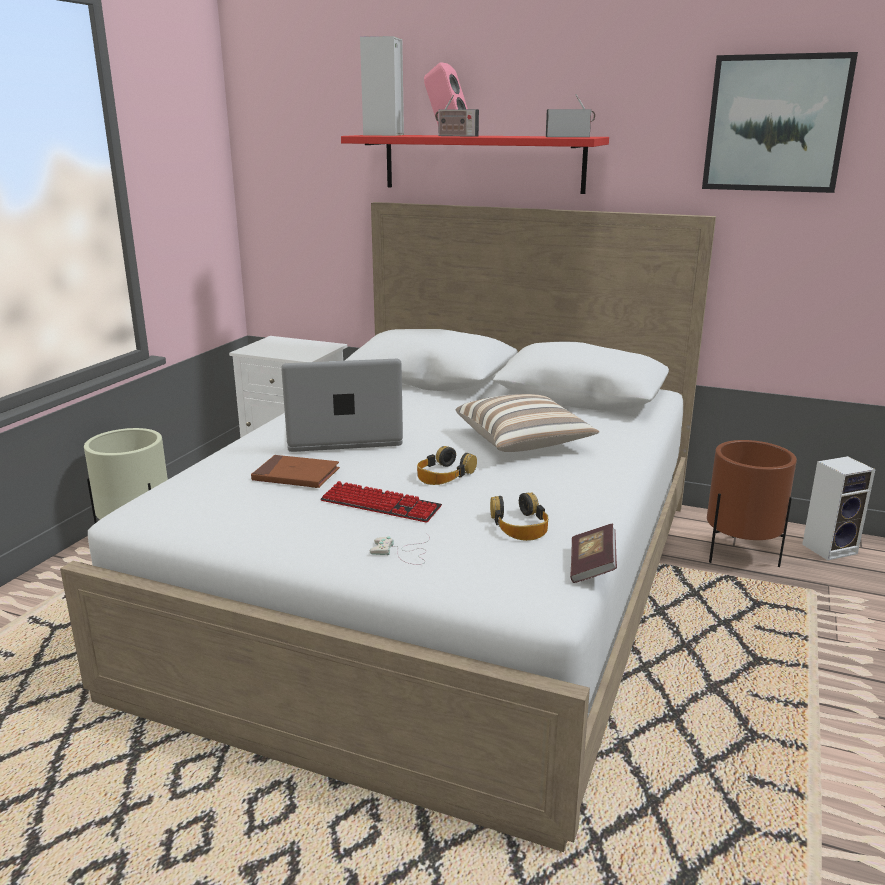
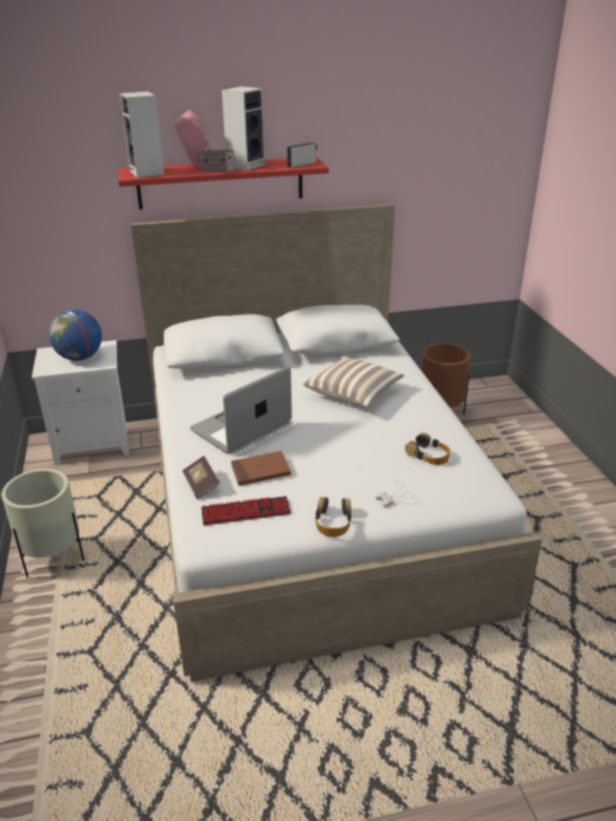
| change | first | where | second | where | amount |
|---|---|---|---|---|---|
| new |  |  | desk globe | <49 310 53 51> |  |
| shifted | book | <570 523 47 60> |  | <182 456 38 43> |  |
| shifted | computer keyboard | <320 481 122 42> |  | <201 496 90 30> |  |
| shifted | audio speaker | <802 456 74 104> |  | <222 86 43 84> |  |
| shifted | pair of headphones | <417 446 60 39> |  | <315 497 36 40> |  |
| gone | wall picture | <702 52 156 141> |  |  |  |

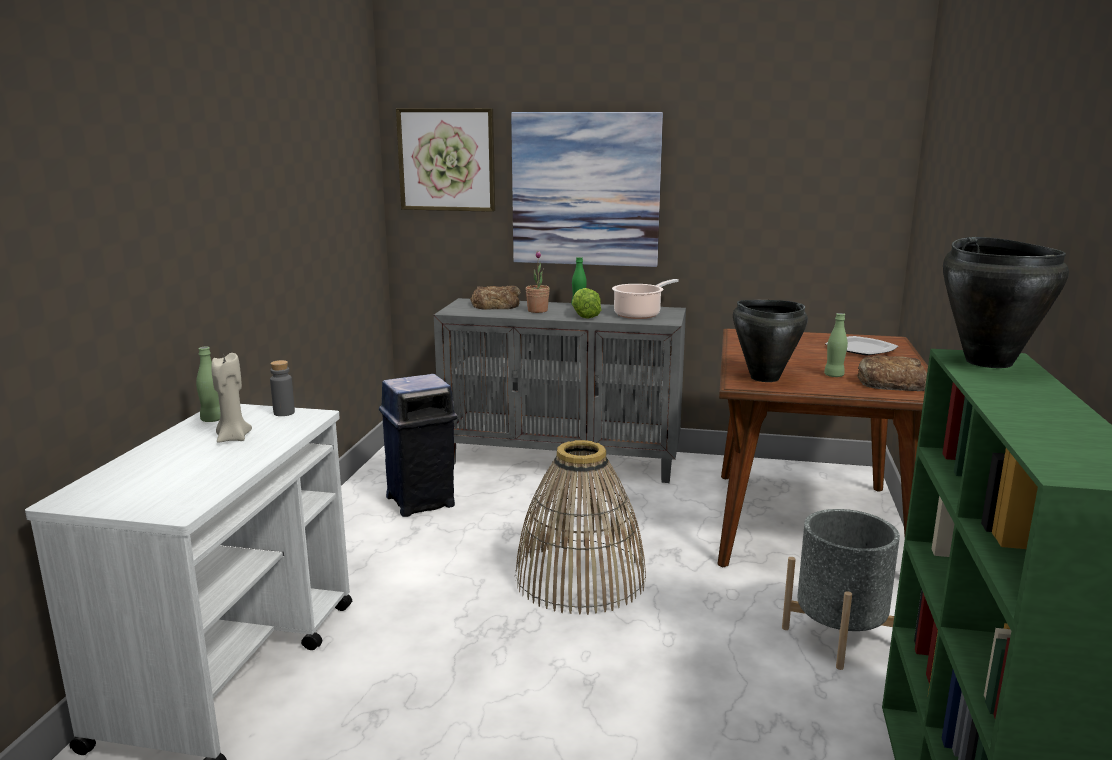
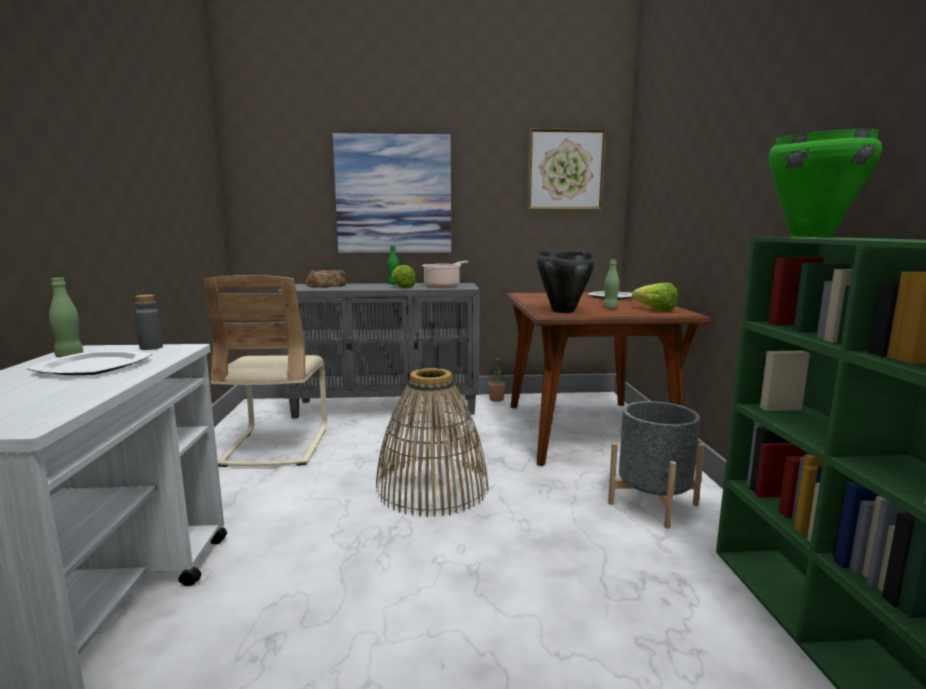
| change | first | where | second | where | amount |
|---|---|---|---|---|---|
| swapped | sand-coloured candle | <211 353 41 90> | flat dish | <26 350 127 25> |  |
| swapped | blue rubbish bin | <379 374 79 143> | sand-coloured chair | <204 275 123 192> |  |
| shifted | houseplant | <526 251 24 62> |  | <488 358 18 44> |  |
| shifted | wall picture | <396 108 99 104> |  | <527 128 79 82> |  |
| swapped | bread | <857 355 70 36> | lettuce | <632 283 46 29> |  |
| repainted | black-coloured cooking pot | <943 237 126 131> | green-coloured cooking pot | <769 129 113 108> |  |

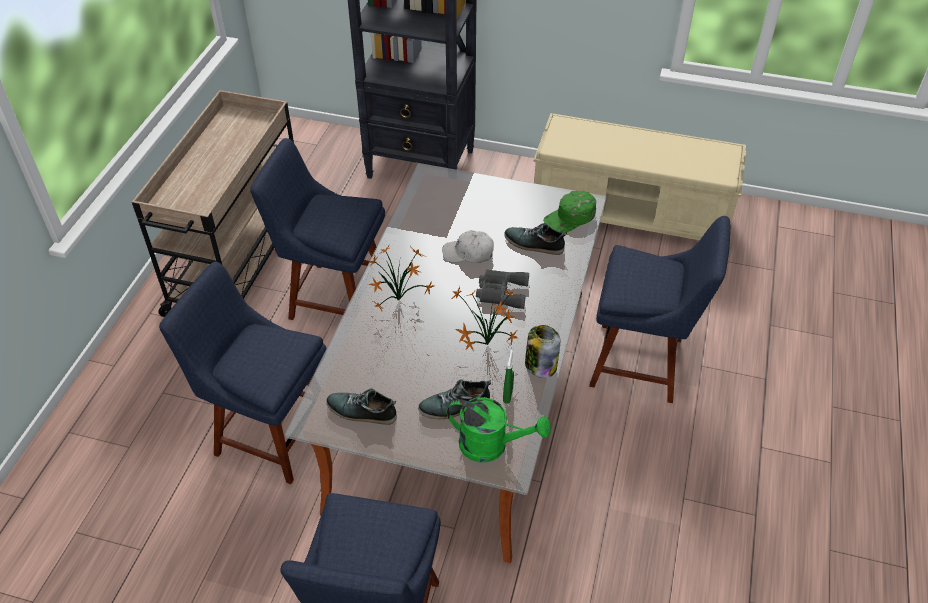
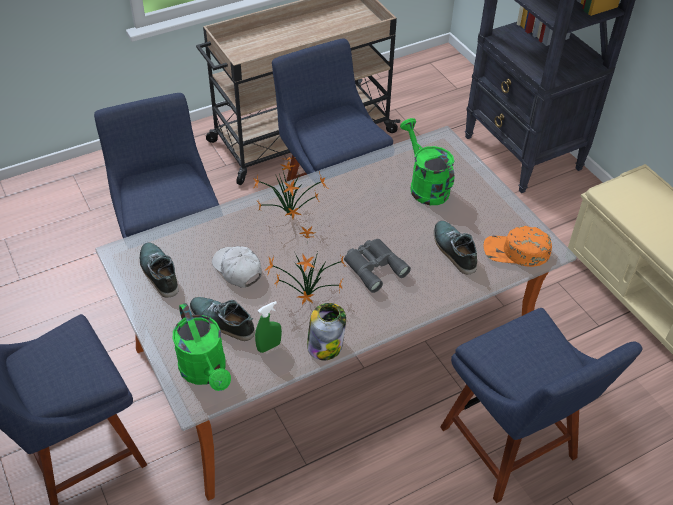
| change | first | where | second | where | amount |
|---|---|---|---|---|---|
| shifted | whitish peaked cap | <442 230 52 33> |  | <212 246 50 42> |  |
| new |  |  | green-coloured sprinkling can | <400 118 54 87> |  |
| repainted | green-coloured peaked cap | <543 191 53 42> | orange peaked cap | <484 226 68 41> |  |

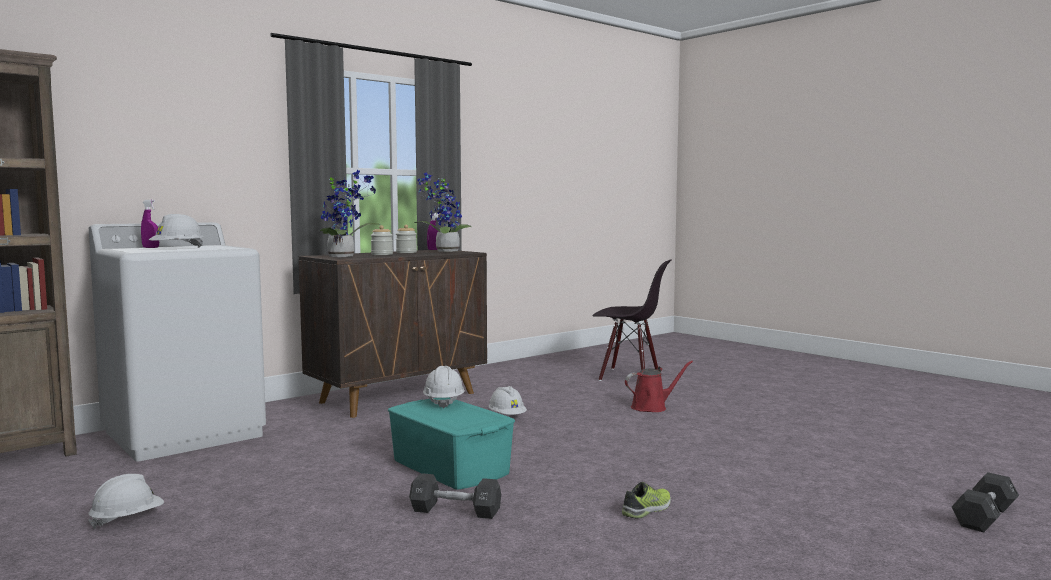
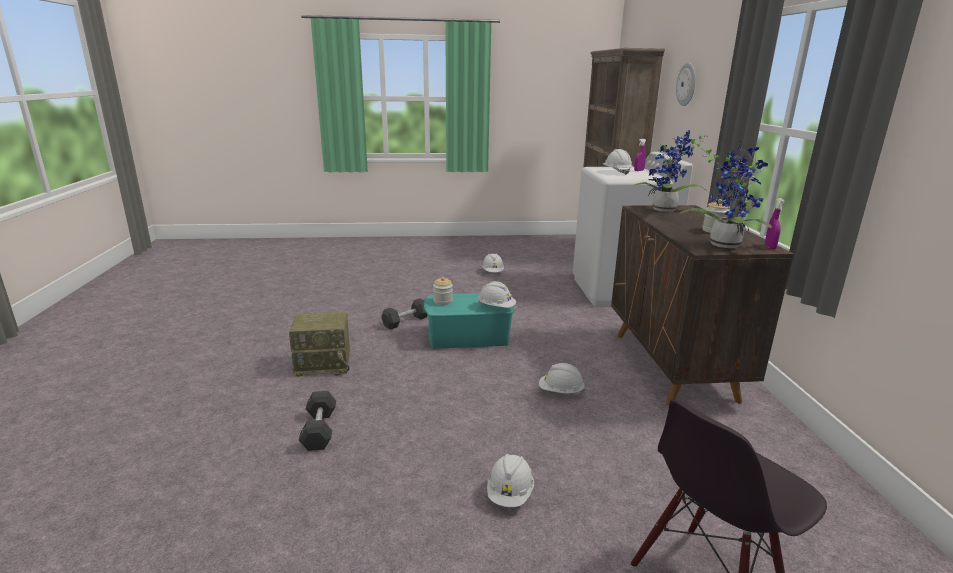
| change | first | where | second | where | amount |
|---|---|---|---|---|---|
| swapped | low shoe | <622 482 49 37> | radio | <289 312 61 65> |  |
| shifted | black-coloured free weight | <952 472 67 60> |  | <299 391 37 60> |  |
| shifted | preserve jar | <371 225 22 30> |  | <433 277 20 28> |  |
| swapped | red-coloured sprinkling can | <625 361 68 51> | whitish hard hat | <487 454 47 53> |  |
| new |  |  | clock on the wall | <676 63 20 43> |  |

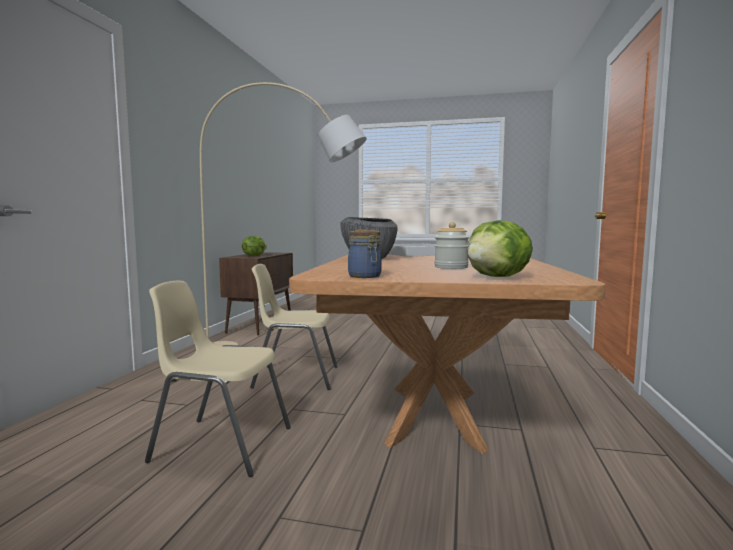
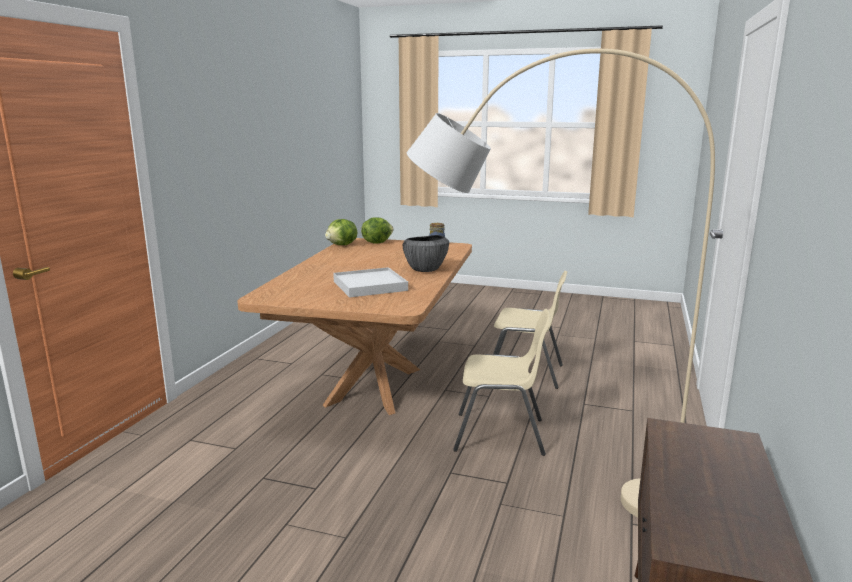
| change | first | where | second | where | amount |
|---|---|---|---|---|---|
| shifted | lettuce | <242 236 25 20> |  | <325 219 32 26> |  |
| gone | preserve jar | <434 222 35 47> |  |  |  |

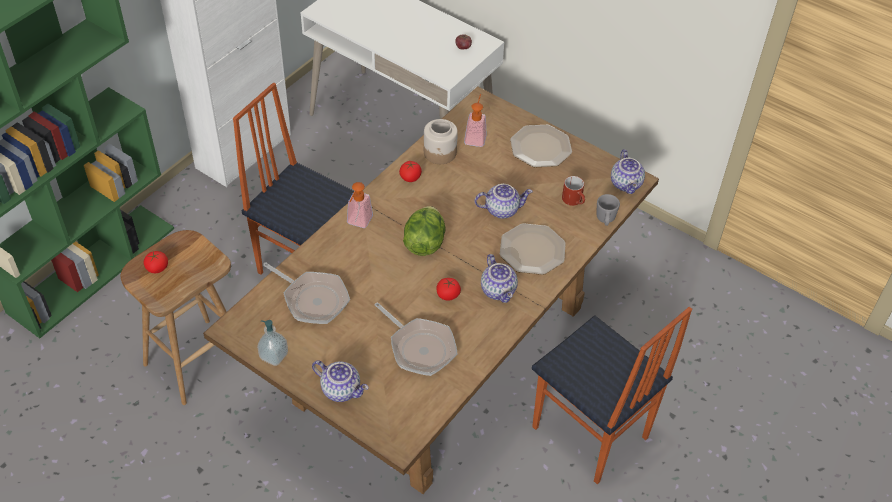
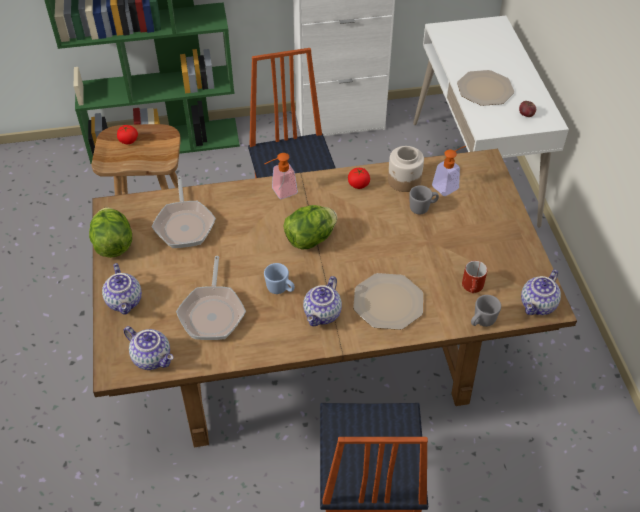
| change | first | where | second | where | amount |
|---|---|---|---|---|---|
| swapped | soap dispenser | <257 320 31 46> | lettuce | <89 207 43 51> |  |
| shifted | tea pot | <475 184 58 35> |  | <124 326 49 44> |  |
| swapped | fresh tomato | <436 278 25 23> | blue tea mug | <264 263 31 31> |  |
| new |  |  | gray tea mug | <409 185 30 29> |  |
| shifted | flat dish | <510 125 62 42> |  | <457 70 57 36> |  |

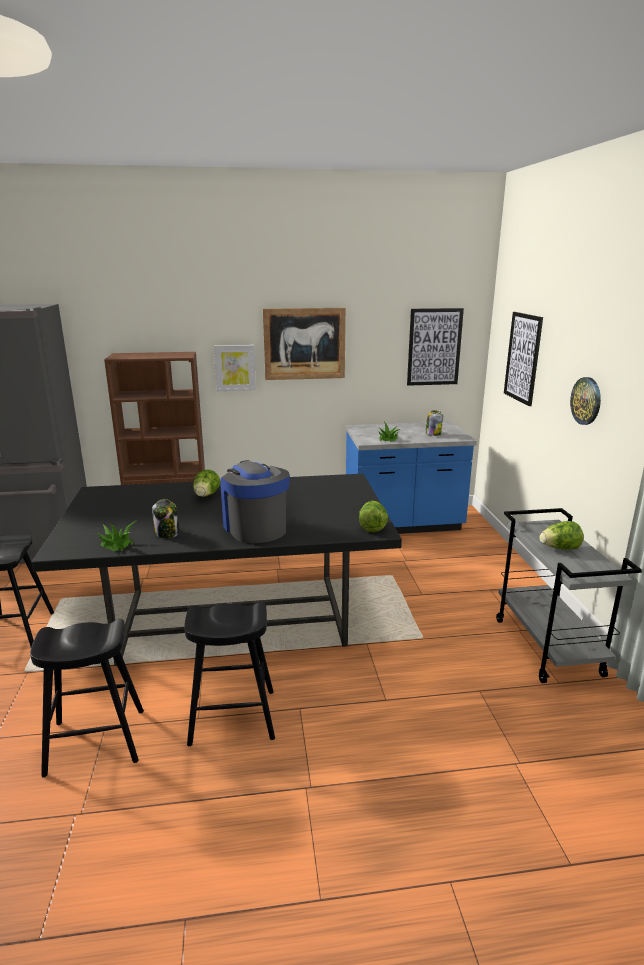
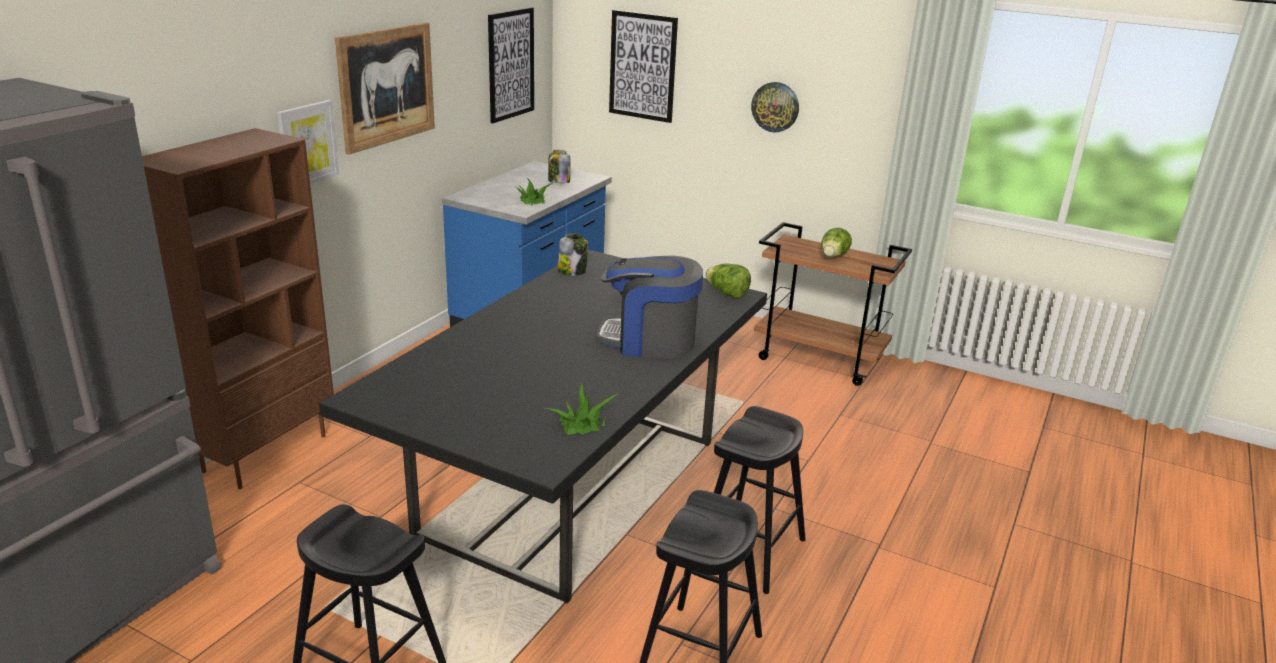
| change | first | where | second | where | amount |
|---|---|---|---|---|---|
| shifted | preserve jar | <152 499 28 39> |  | <557 233 31 43> |  |
| repainted | gray trolley | <496 508 146 175> | brown trolley | <754 222 158 164> |  |
| gone | lettuce | <193 469 27 28> |  |  |  |

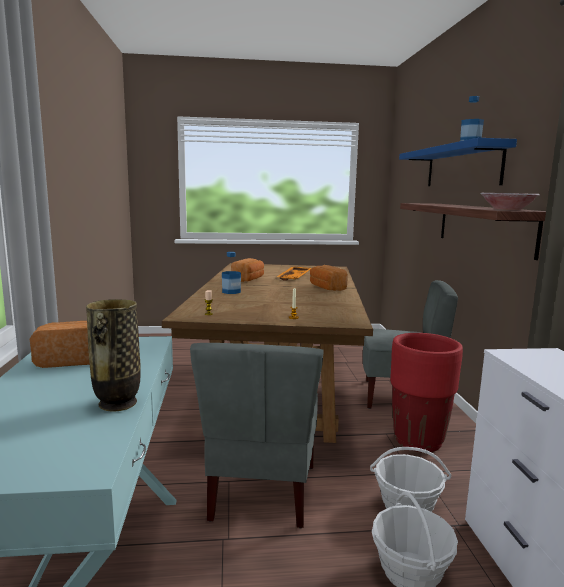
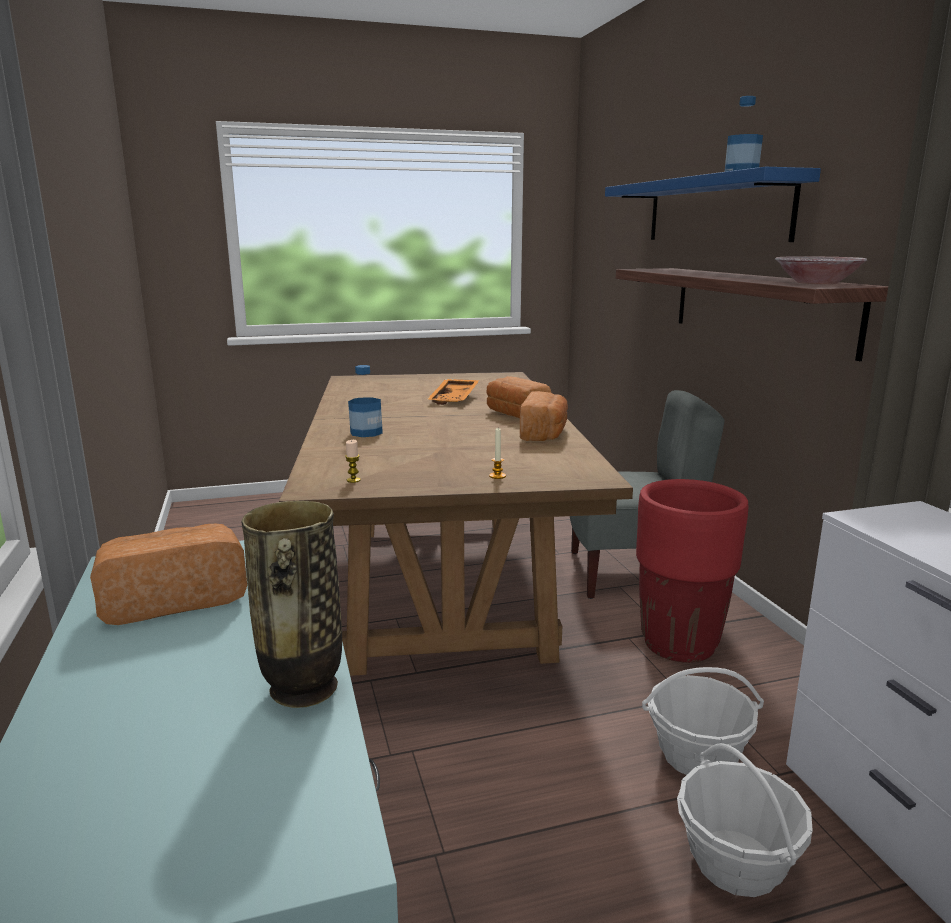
| change | first | where | second | where | amount |
|---|---|---|---|---|---|
| shifted | bread | <231 258 33 24> |  | <520 391 48 50> |  |
| gone | gray chair | <190 343 134 185> |  |  |  |

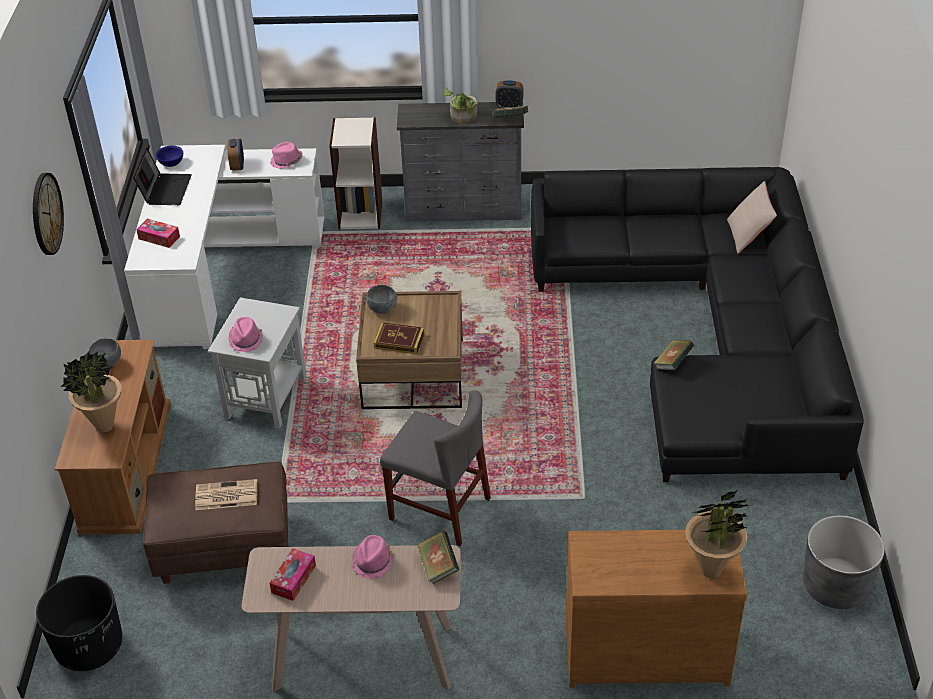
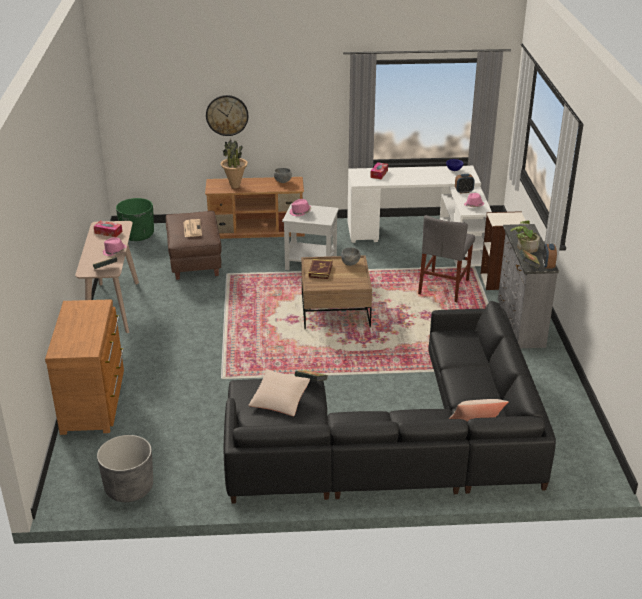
| change | first | where | second | where | amount |
|---|---|---|---|---|---|
| repainted | black-coloured planter | <36 575 86 96> | green-coloured planter | <116 198 38 43> |  |
| shifted | clock on the wall | <33 173 31 82> |  | <206 95 42 41> |  |
| new |  |  | sand-coloured cushion | <248 369 62 47> |  |
| shifted | gray chair | <380 390 111 156> |  | <418 215 57 87> |  |
| gone | laptop | <133 148 59 57> |  |  |  |
| gone | houseplant | <685 490 64 88> |  |  |  |

